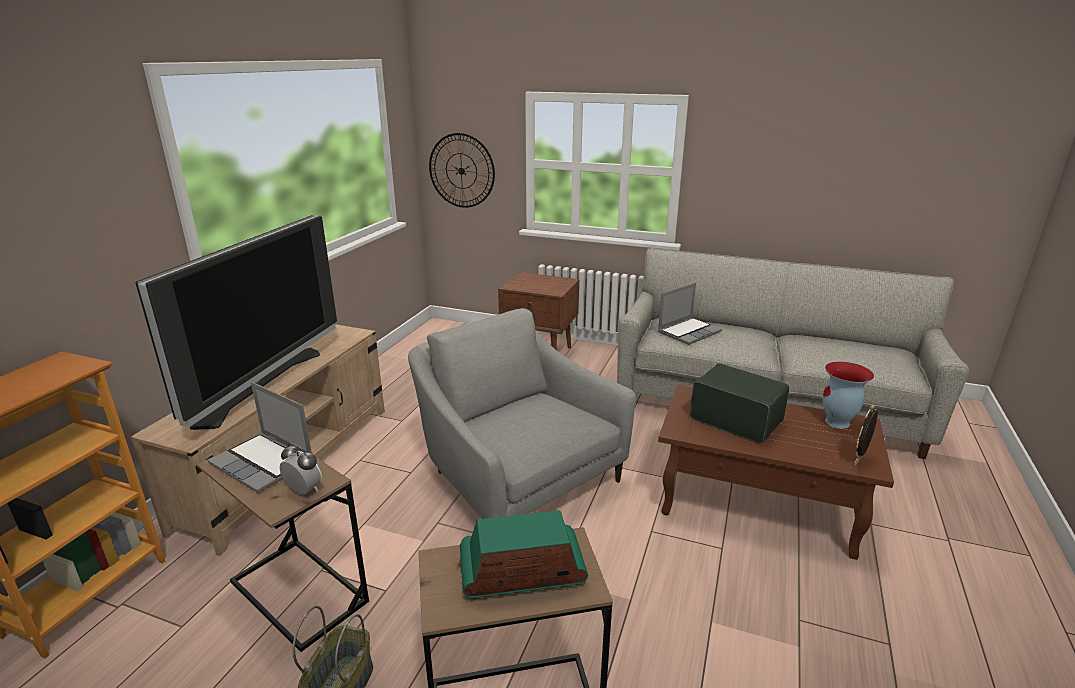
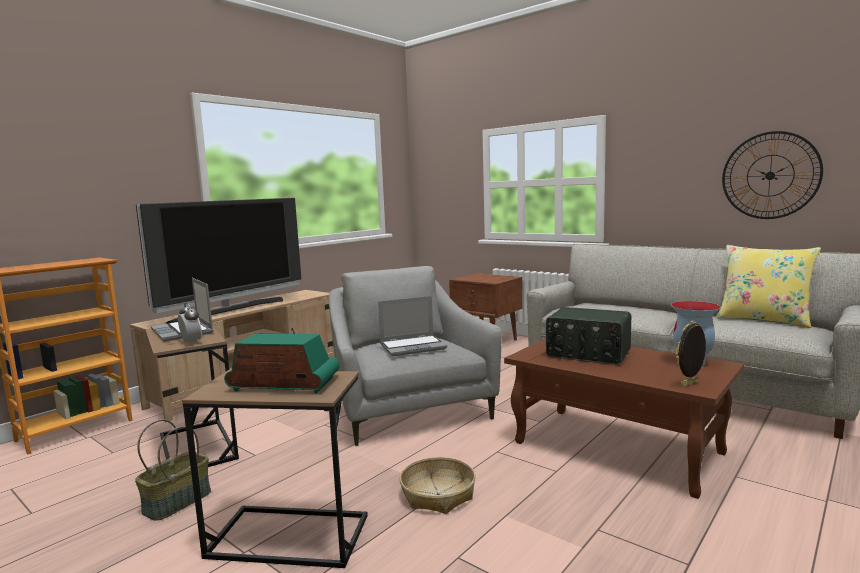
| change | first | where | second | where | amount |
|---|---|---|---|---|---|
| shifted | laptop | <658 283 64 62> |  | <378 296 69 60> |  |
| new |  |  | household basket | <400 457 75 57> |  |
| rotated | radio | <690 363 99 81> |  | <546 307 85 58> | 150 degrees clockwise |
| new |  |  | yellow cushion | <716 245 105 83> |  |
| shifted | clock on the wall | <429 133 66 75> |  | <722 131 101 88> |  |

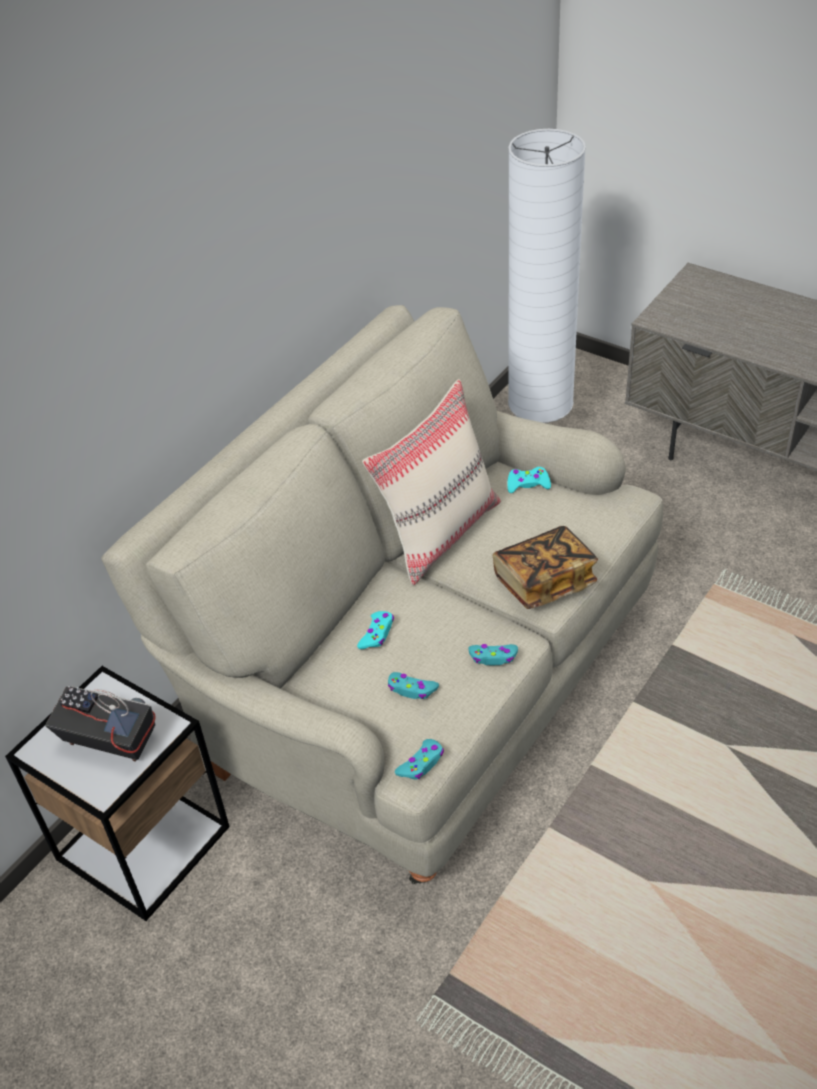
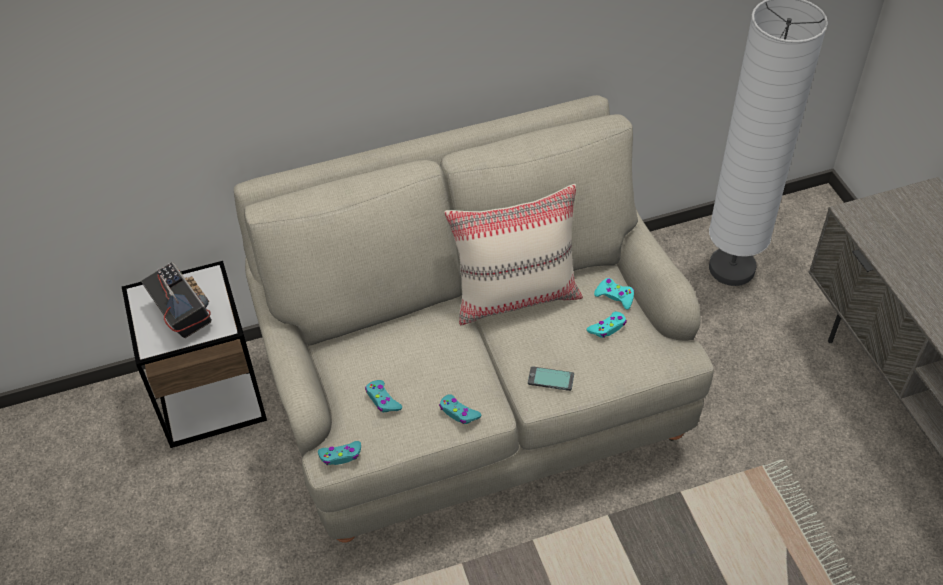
| change | first | where | second | where | amount |
|---|---|---|---|---|---|
| swapped | book | <493 526 105 83> | handset | <528 366 46 25> |  |
| shifted | blue-green gamepad | <357 611 37 38> |  | <586 312 41 26> |  |

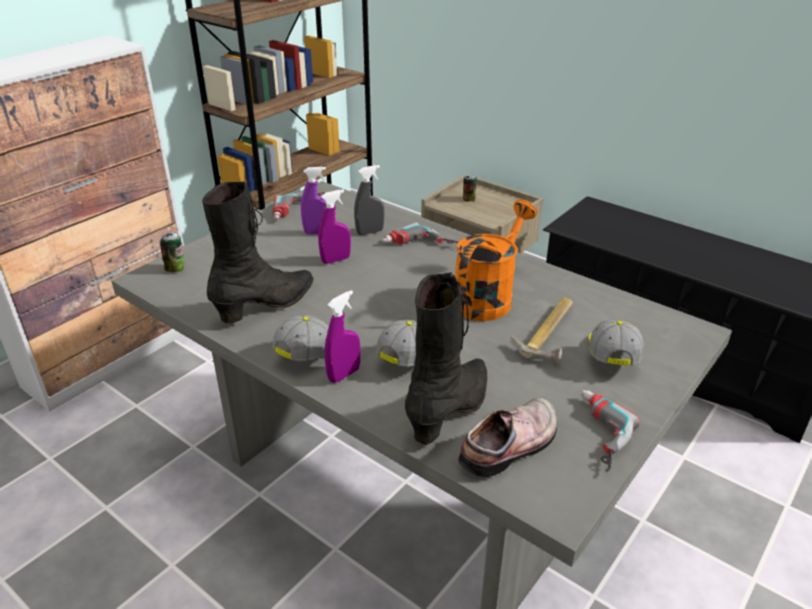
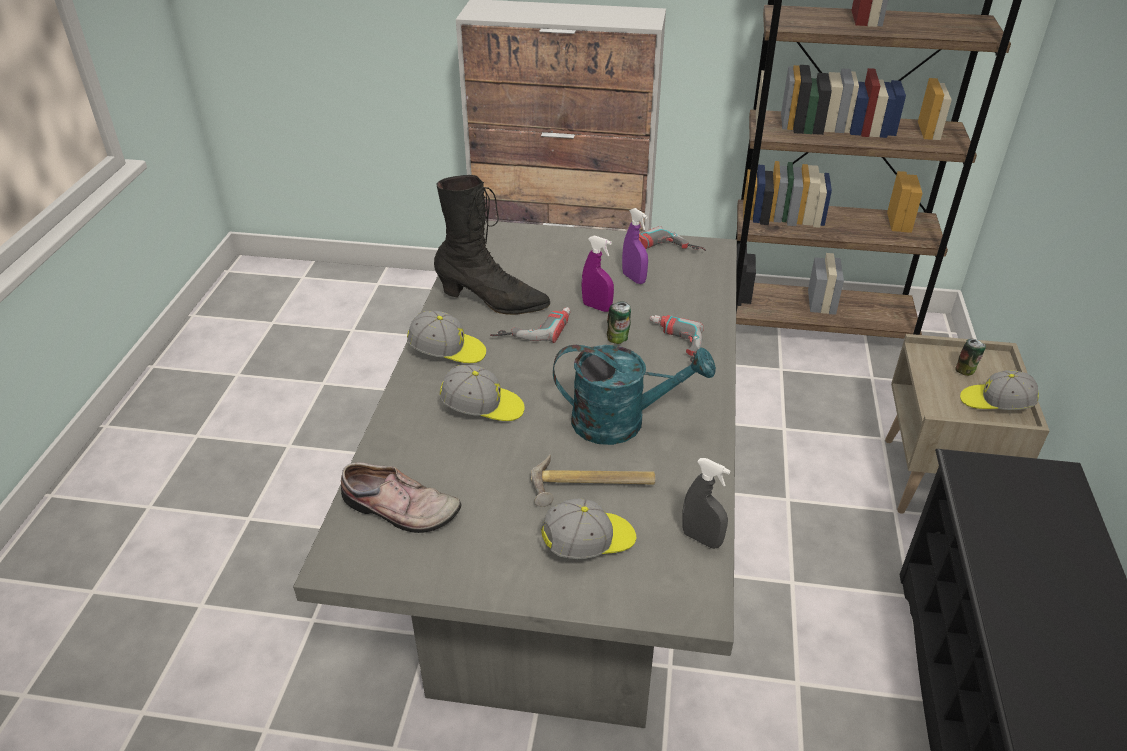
| change | first | where | second | where | amount |
|---|---|---|---|---|---|
| shifted | power drill | <581 390 59 82> |  | <490 307 80 36> |  |
| repainted | orange sprinkling can | <455 200 82 121> | blue-green sprinkling can | <553 345 163 100> |  |
| shifted | metal can | <160 233 24 40> |  | <607 301 24 43> |  |
| shifted | gray sprayer | <354 165 31 70> |  | <683 458 48 91> |  |
| new |  |  | peaked cap | <960 370 79 40> |  |
| gone | purple sprayer | <325 290 35 93> |  |  |  |
| gone | black-coloured tall boot | <405 272 82 173> |  |  |  |

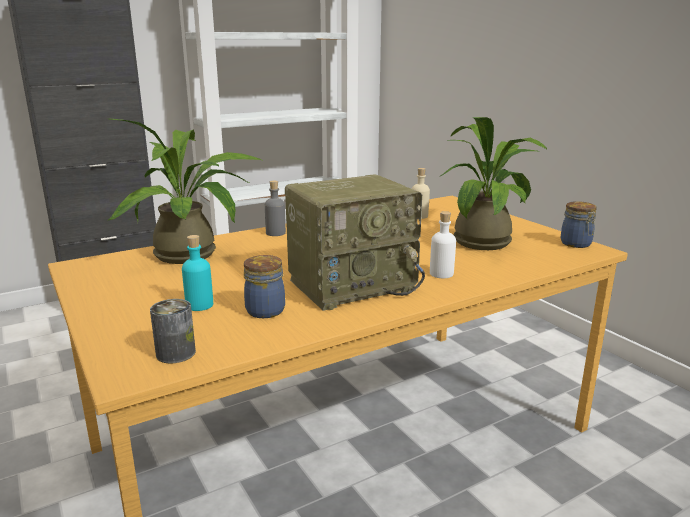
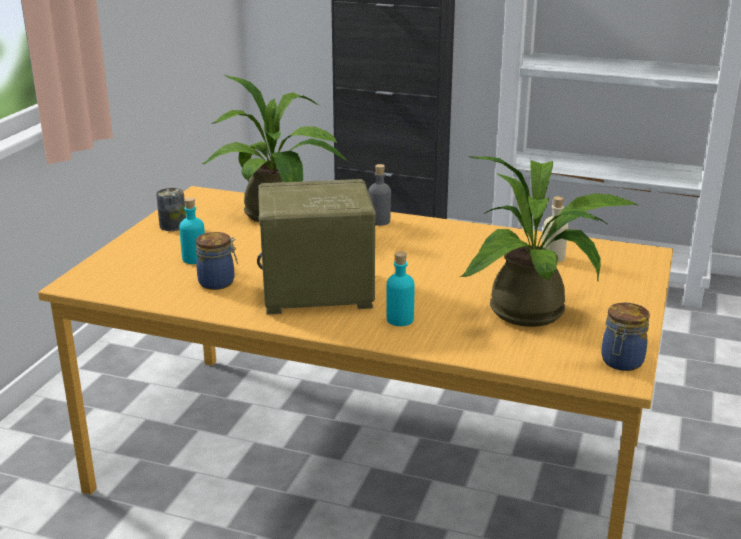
| change | first | where | second | where | amount |
|---|---|---|---|---|---|
| shifted | metal can | <150 299 46 64> |  | <156 188 30 43> |  |
| rotated | radio | <285 174 140 137> |  | <257 179 119 135> | 150 degrees clockwise |
| repainted | whitish bottle | <430 211 26 67> | blue-green bottle | <386 251 28 75> |  |

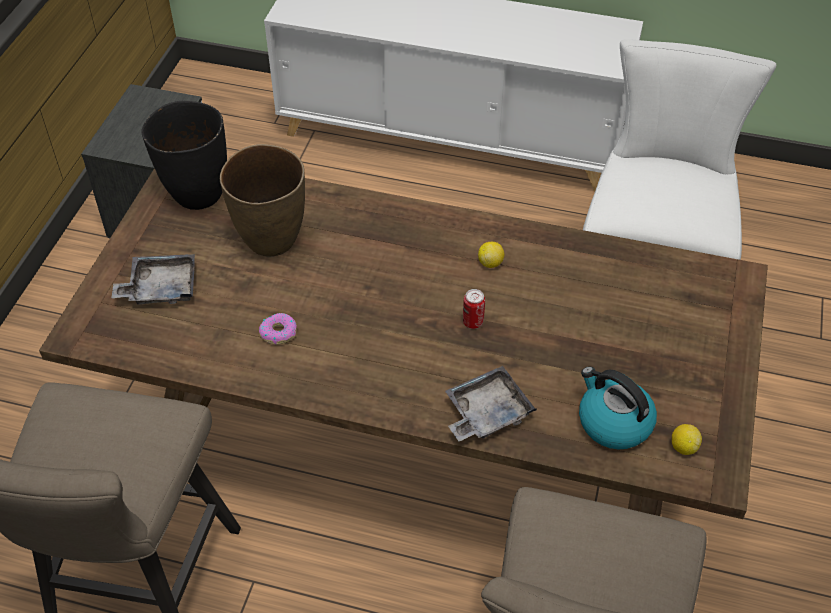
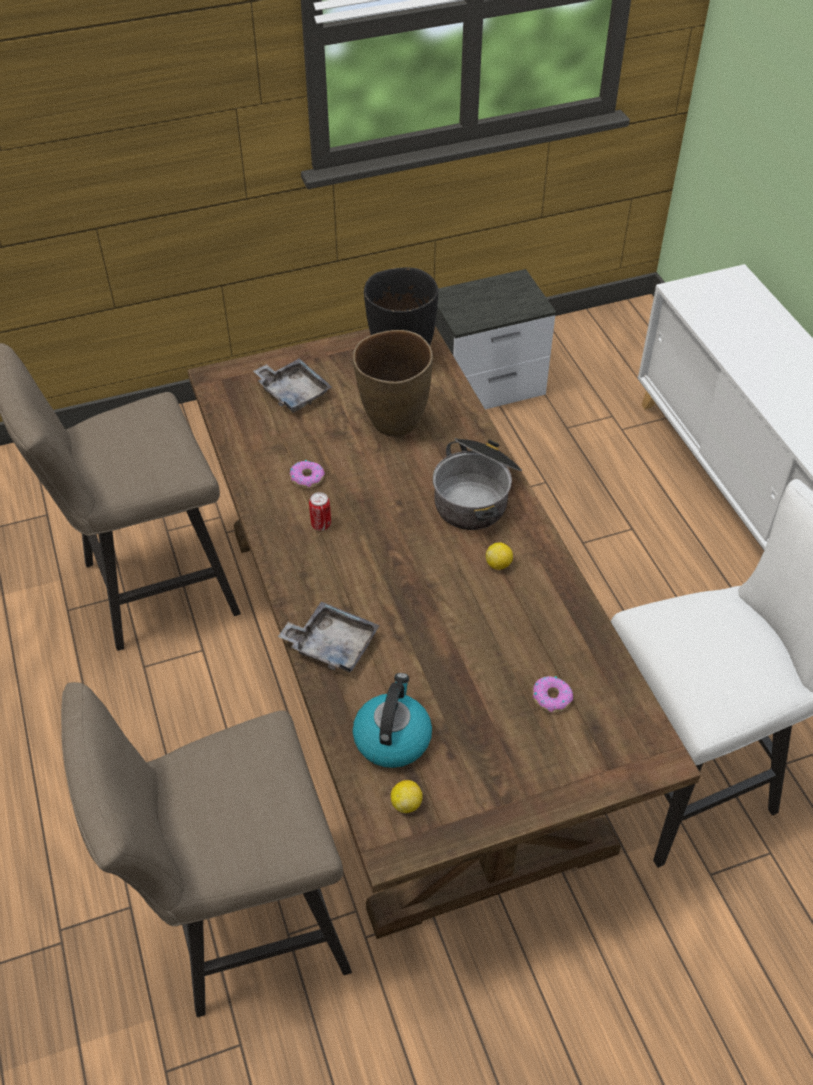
| change | first | where | second | where | amount |
|---|---|---|---|---|---|
| shifted | metal can | <463 289 22 40> |  | <309 492 22 39> |  |
| new |  |  | cooking pot | <433 438 89 92> |  |
| new |  |  | ring doughnut | <533 676 40 36> |  |

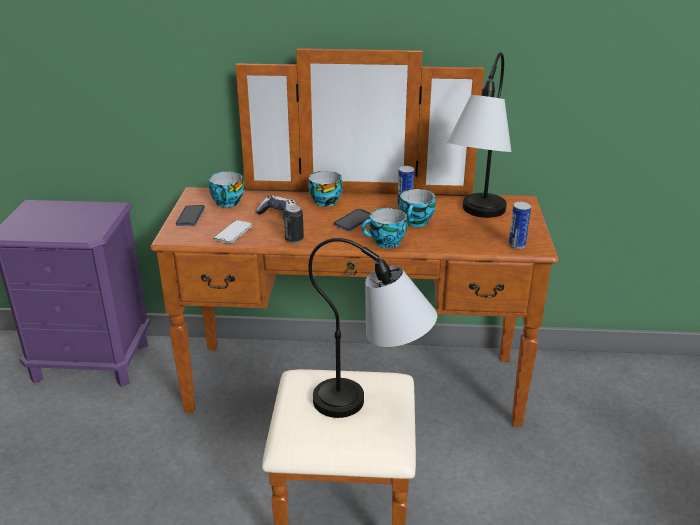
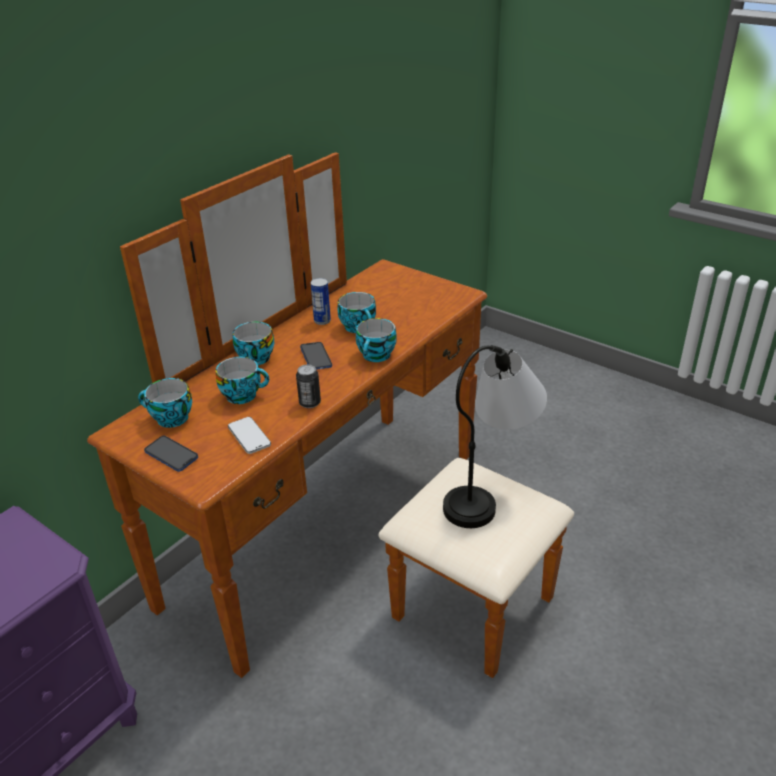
| change | first | where | second | where | amount |
|---|---|---|---|---|---|
| swapped | gamepad | <256 195 40 24> | drinking cup | <216 357 53 47> |  |
| gone | tabletop lamp | <447 52 64 166> |  |  |  |
| gone | metal can | <509 202 22 47> |  |  |  |

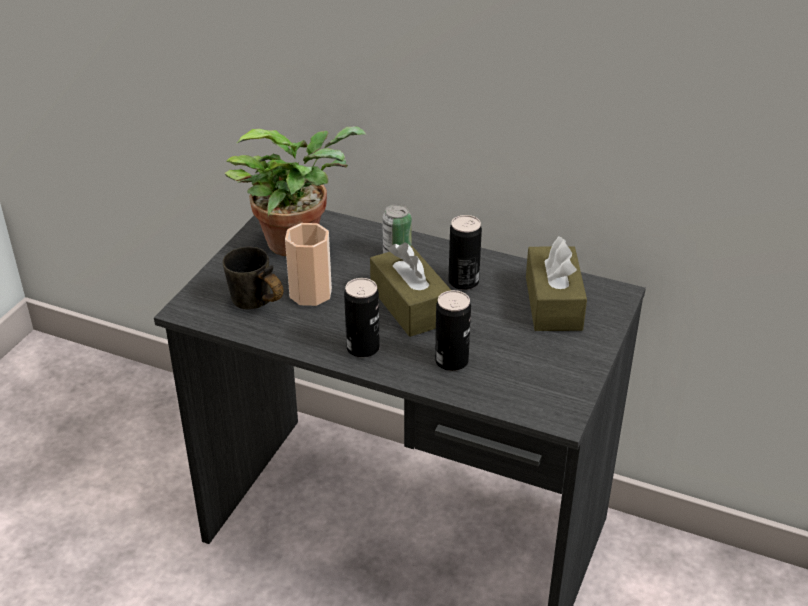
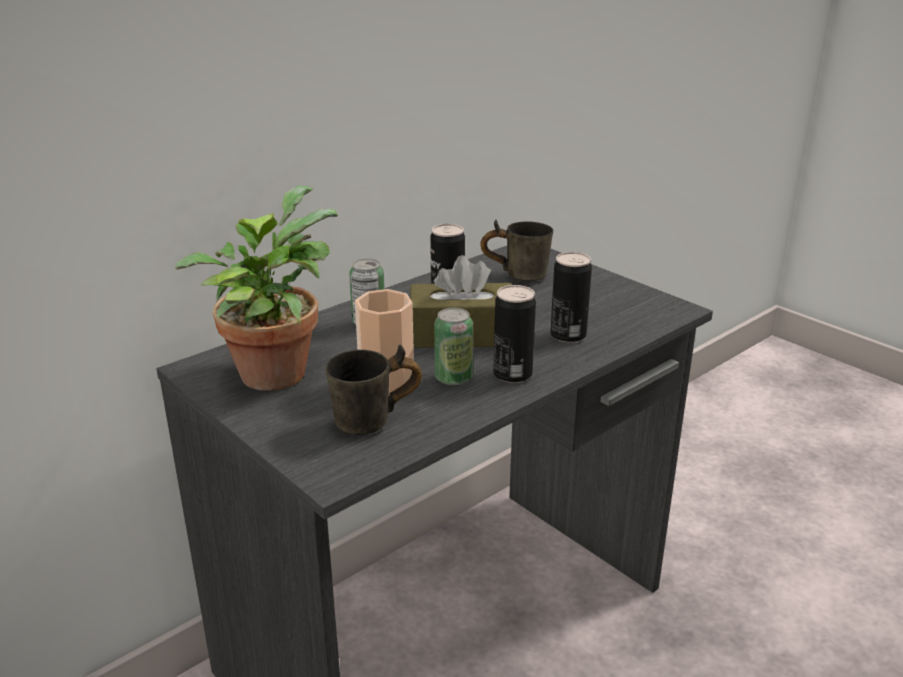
| change | first | where | second | where | amount |
|---|---|---|---|---|---|
| new |  |  | metal can | <434 308 39 78> |  |
| swapped | brown tissue box | <526 236 61 95> | gray tea mug | <480 220 73 62> |  |

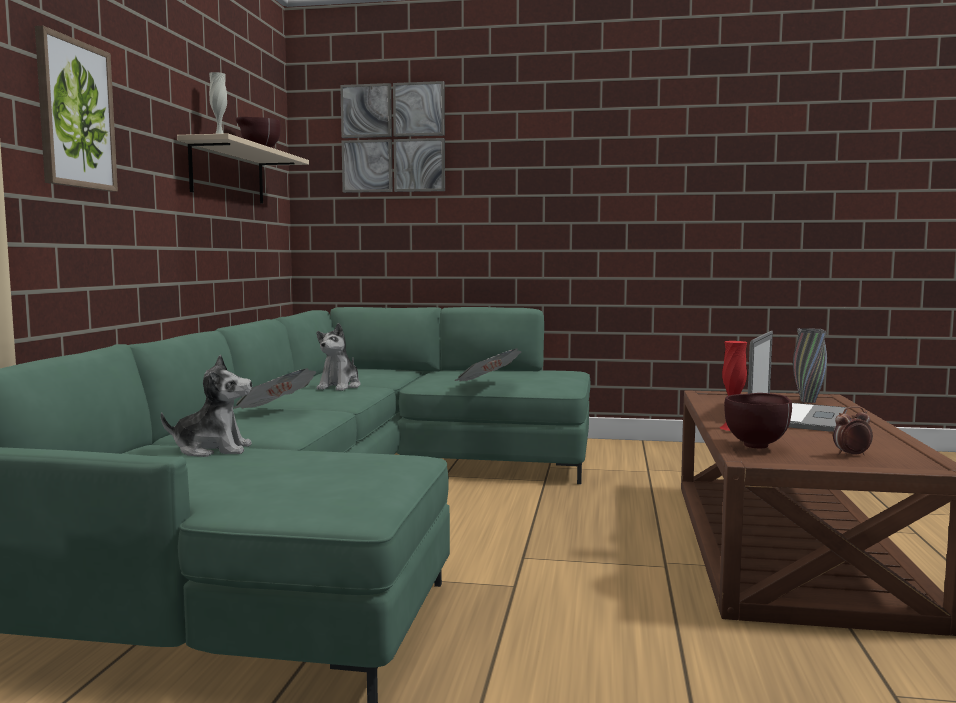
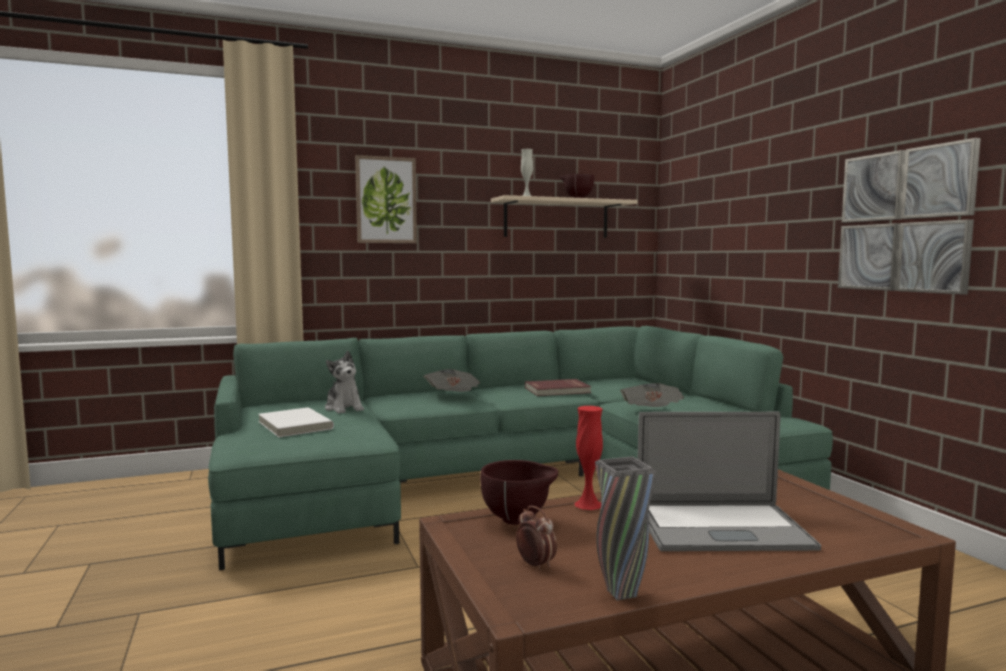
| change | first | where | second | where | amount |
|---|---|---|---|---|---|
| new |  |  | whitish book | <258 407 76 30> |  |
| swapped | cuddly toy | <317 323 44 68> | red-coloured book | <525 379 66 17> |  |
| shifted | gray decorative vase | <793 328 34 75> |  | <595 456 61 145> |  |
| shifted | wall picture | <340 81 105 112> |  | <838 138 143 157> |  |

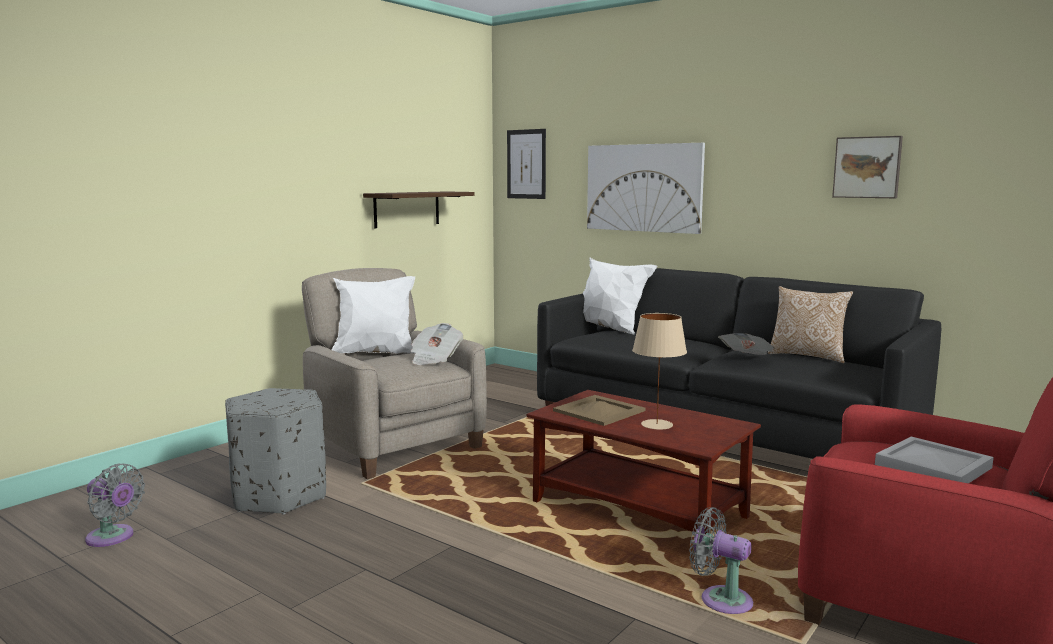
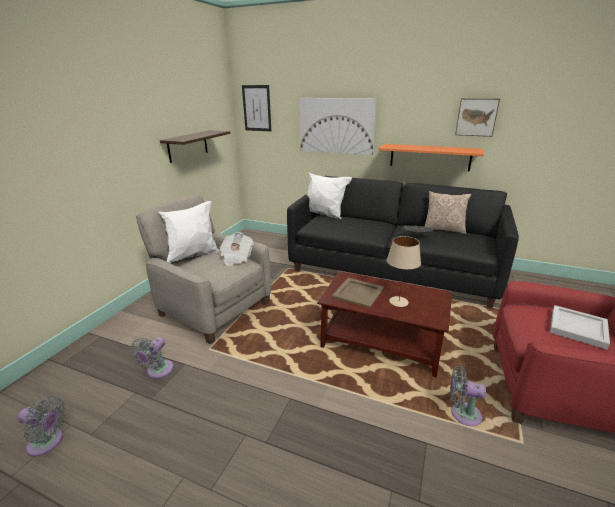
| change | first | where | second | where | amount |
|---|---|---|---|---|---|
| swapped | gray footrest | <225 388 101 126> | gray fan | <131 337 43 42> |  |
| new |  |  | orange bracket shelf | <379 144 105 27> |  |

